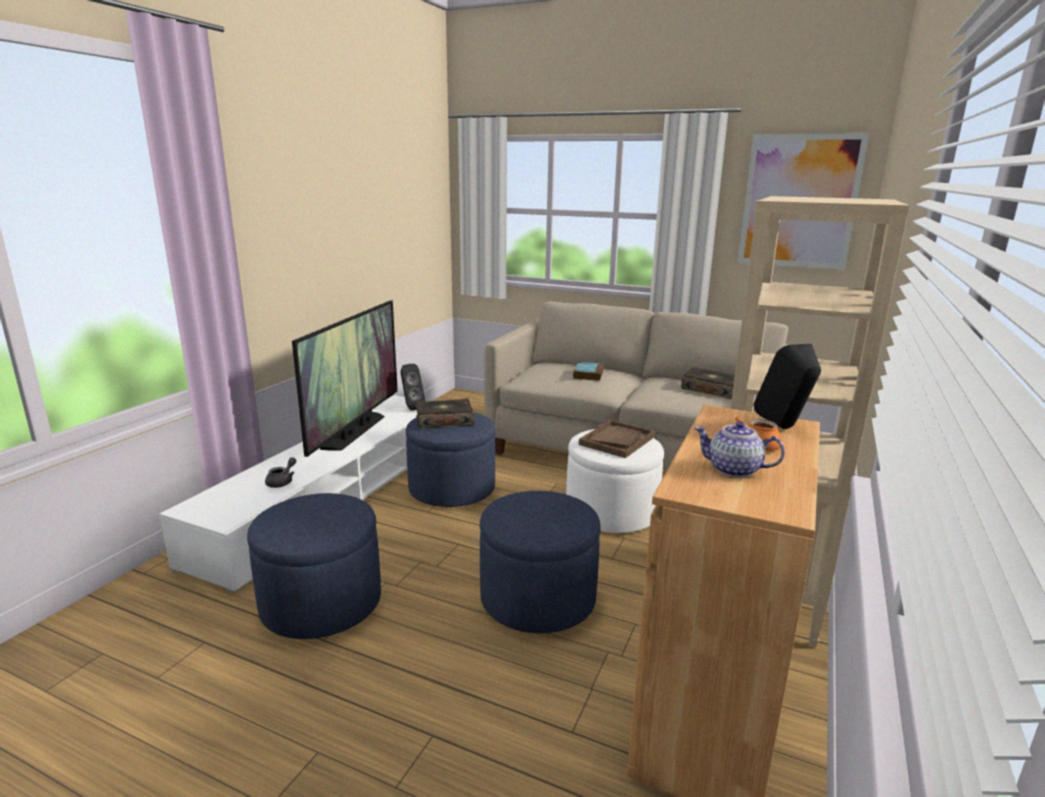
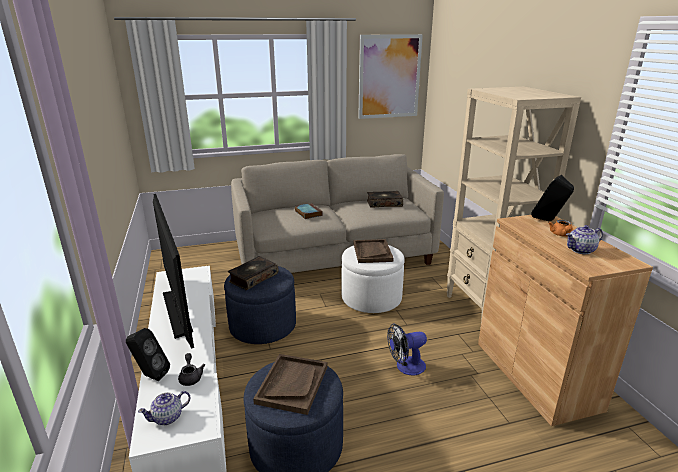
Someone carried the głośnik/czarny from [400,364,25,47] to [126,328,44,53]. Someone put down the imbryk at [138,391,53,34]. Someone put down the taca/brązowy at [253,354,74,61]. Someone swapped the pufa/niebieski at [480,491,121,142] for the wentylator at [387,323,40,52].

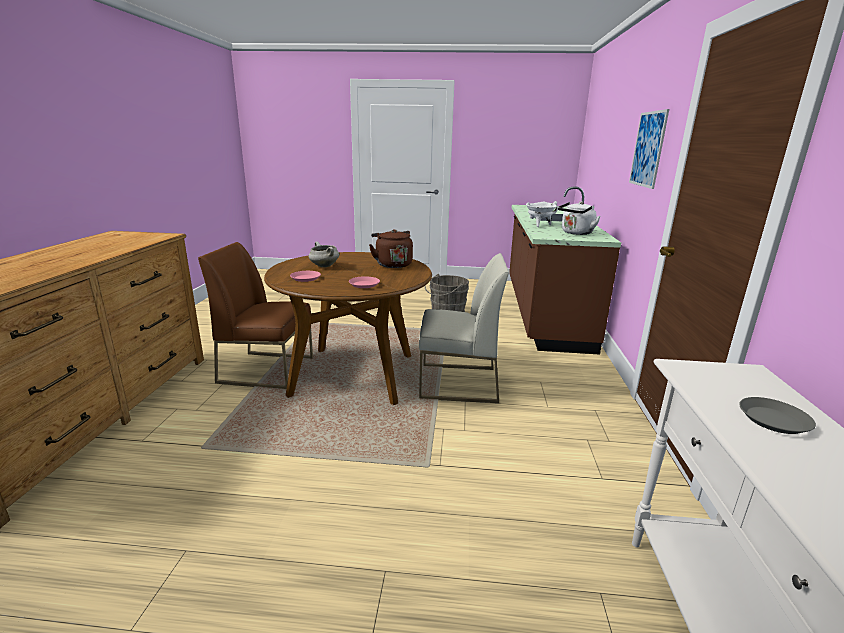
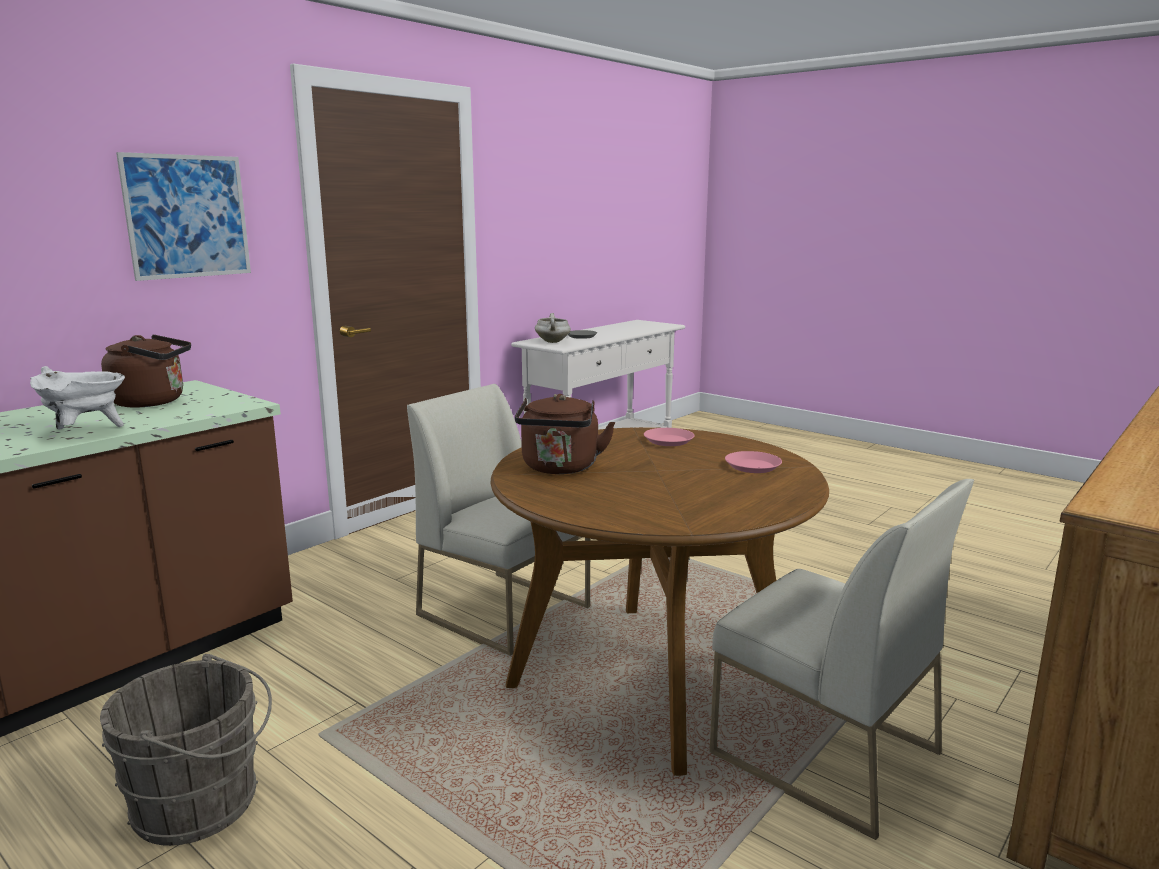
Someone repainted the czajnik/biały at [558,202,43,33], which became the czajnik/brązowy at [101,335,90,73]. Someone carried the garnek/biały from [308,242,31,25] to [535,313,36,30]. Someone repainted the krzesło/brązowy at [198,242,115,147], which became the krzesło/biały at [709,479,265,361].

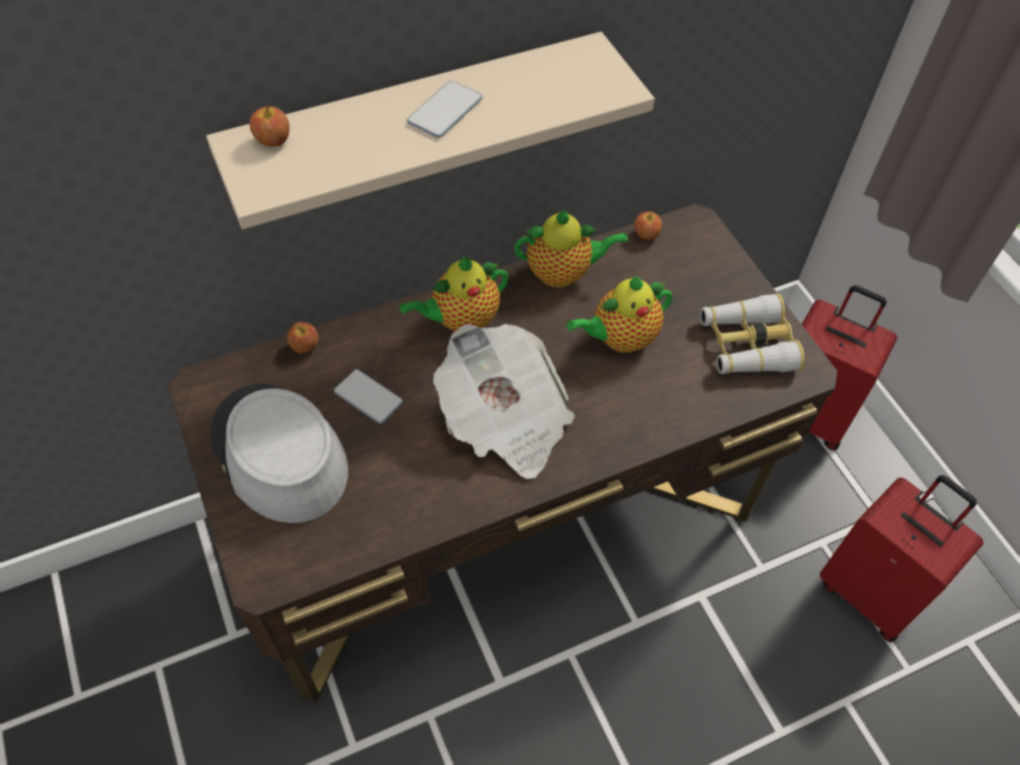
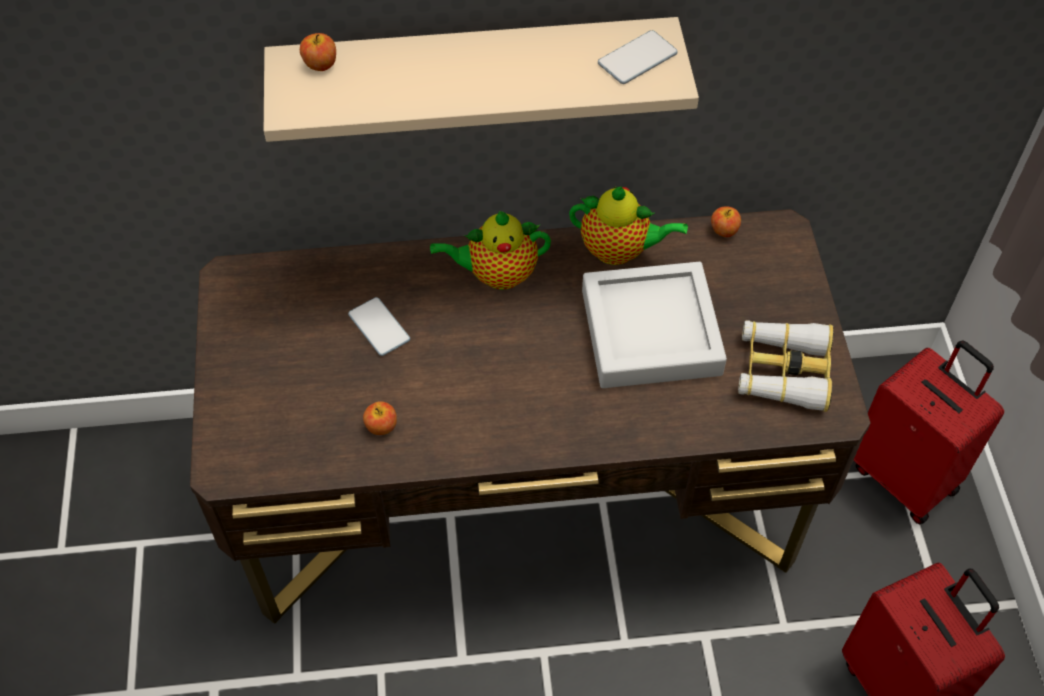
Someone carried the jabłko from [287,322,31,31] to [363,401,34,34]. Someone swapped the imbryk at [566,277,107,76] for the taca/szary at [582,262,145,126]. Someone carried the telefon from [407,81,76,57] to [598,30,80,54]. Someone took away the kapelusz/szary at [210,384,138,139]. Someone took away the gazeta at [433,323,142,156].

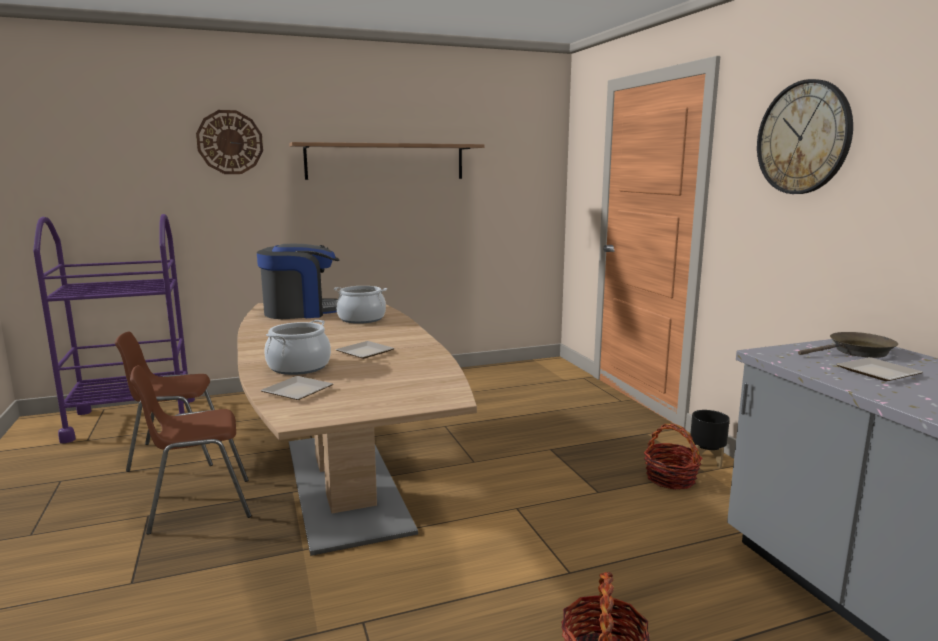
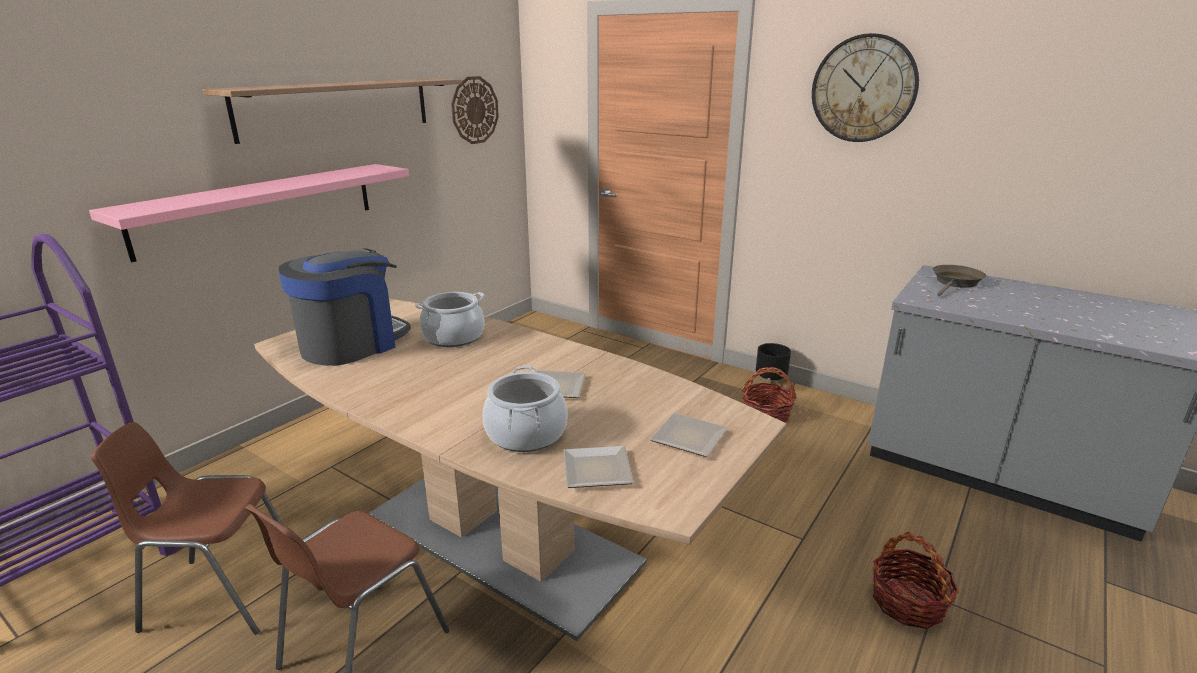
Someone put up the półka/różowy at [89,164,320,98]. Someone rotated the krzesło/brązowy at [115,332,100,140] by 45 degrees clockwise. Someone carried the zegar ścienny from [196,110,67,64] to [451,76,48,68]. Someone carried the talerz from [836,357,87,24] to [650,413,77,44].

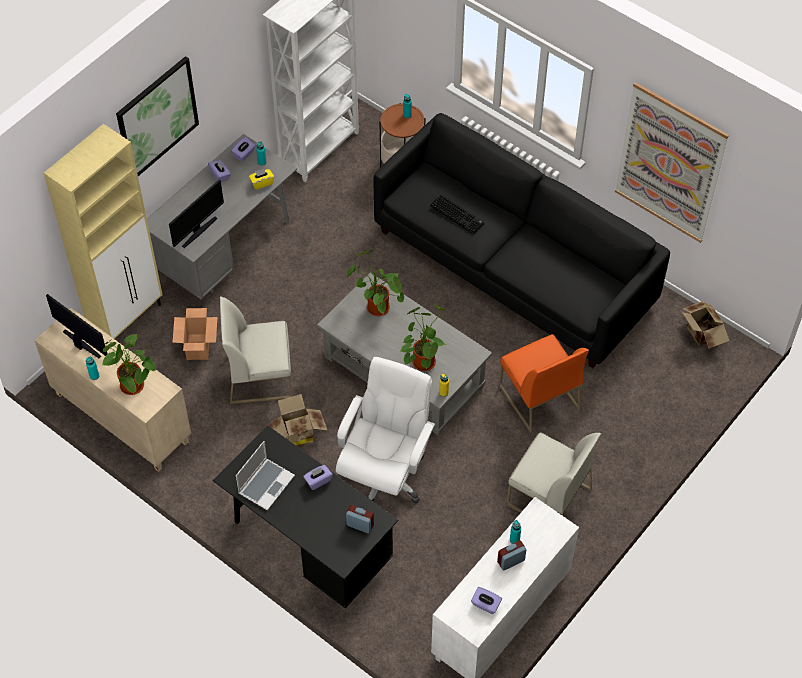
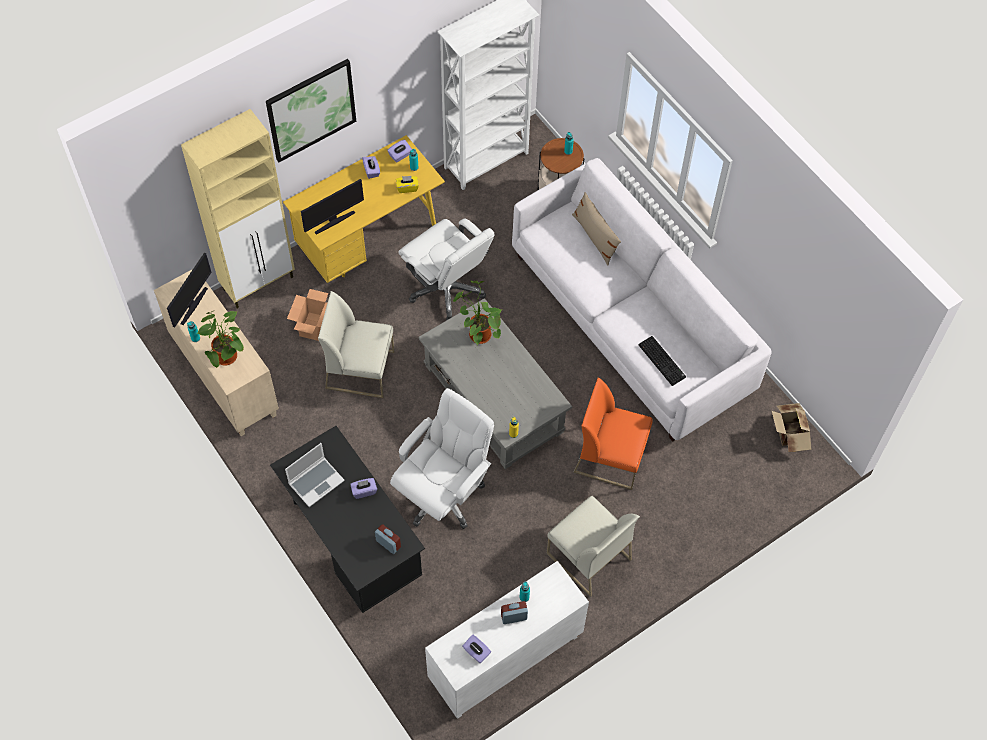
Someone rotated the monitor at [46,294,62,64] by 60 degrees clockwise. Someone repainted the biurko/szary at [147,134,150,165], which became the biurko/żółty at [283,135,162,148]. Someone put down the krzesło biurowe/biały at [398,219,96,102]. Someone repainted the kanapa/czarny at [373,113,297,255], which became the kanapa/biały at [512,158,260,284]. Someone put down the poduszka/beżowy at [572,192,49,73]. Someone rotated the krzesło/pomarańczowy at [499,334,90,99] by 120 degrees clockwise. Someone carried the klawiatura from [430,194,54,40] to [639,336,47,50]. Someone took away the karton at [268,394,59,53]. Someone took away the roślina doniczkowa at [400,304,46,67]. Someone took away the obraz at [615,82,114,161].

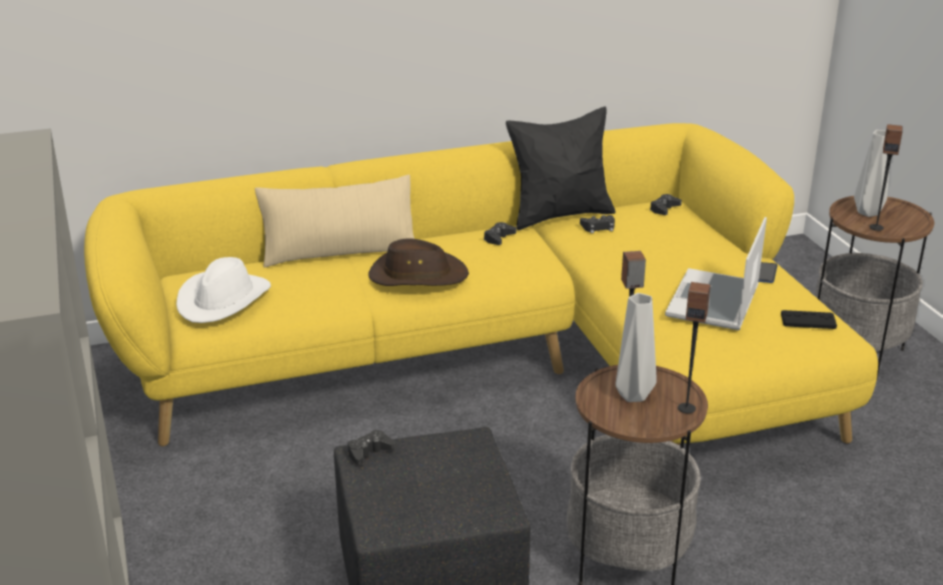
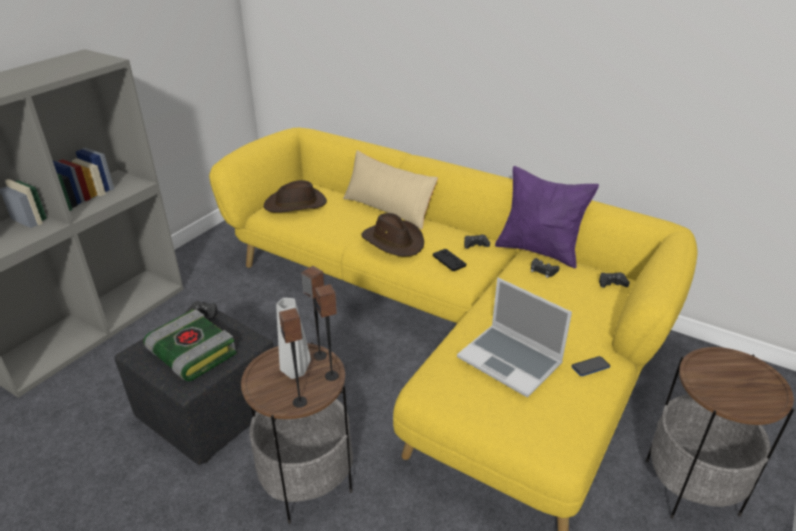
Someone put down the książka at [143,309,94,72]. Someone repainted the kapelusz/biały at [176,257,95,66], which became the kapelusz/brązowy at [264,180,63,33]. Someone carried the głośnik from [869,124,34,107] to [315,284,24,97]. Someone carried the pad do gier/czarny from [781,310,56,19] to [433,249,33,22]. Someone rotated the laptop at [665,217,102,113] by 120 degrees counterclockwise. Someone repainted the poduszka/czarny at [506,106,110,124], which became the poduszka/fioletowy at [495,166,104,103]. Someone took away the wazon/szary at [854,130,36,87].

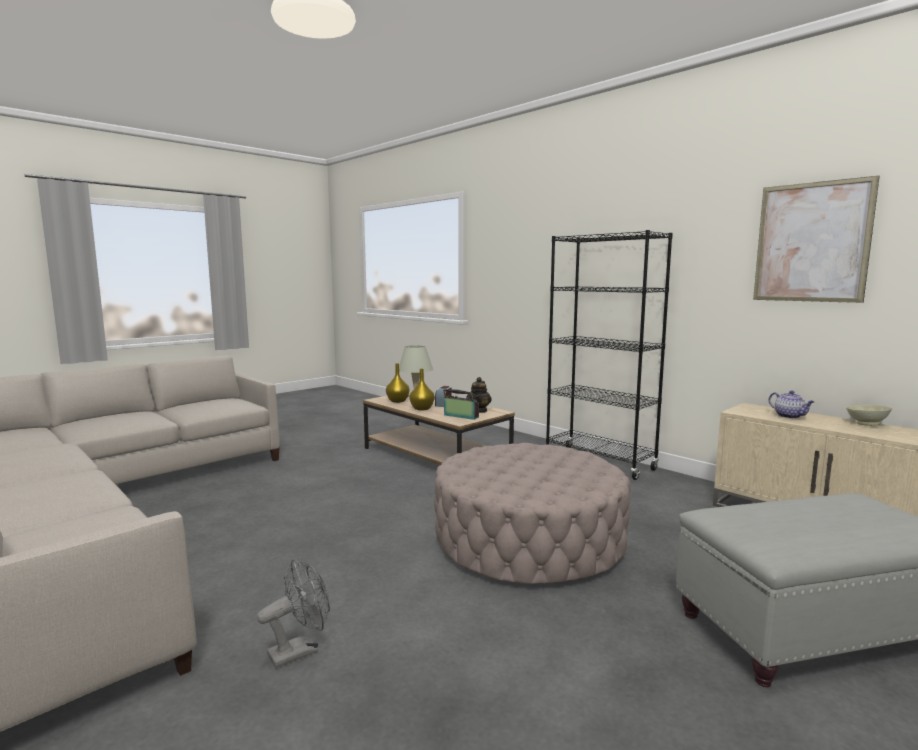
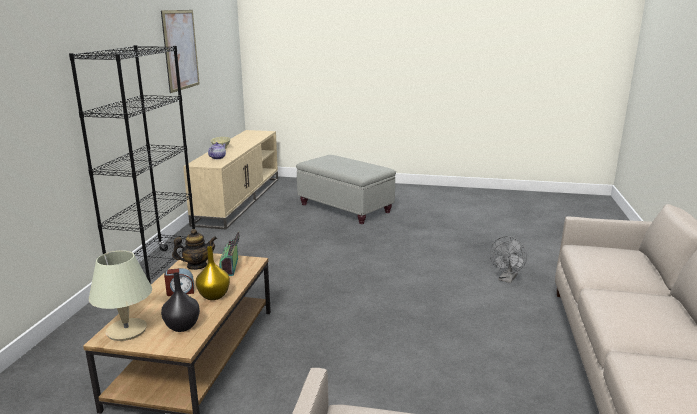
Someone repainted the wazon/żółty at [386,363,24,40], which became the wazon/czarny at [161,272,39,60]. Someone rotated the wentylator/szary at [257,559,73,109] by 75 degrees counterclockwise. Someone took away the pufa/beżowy at [434,443,197,141].

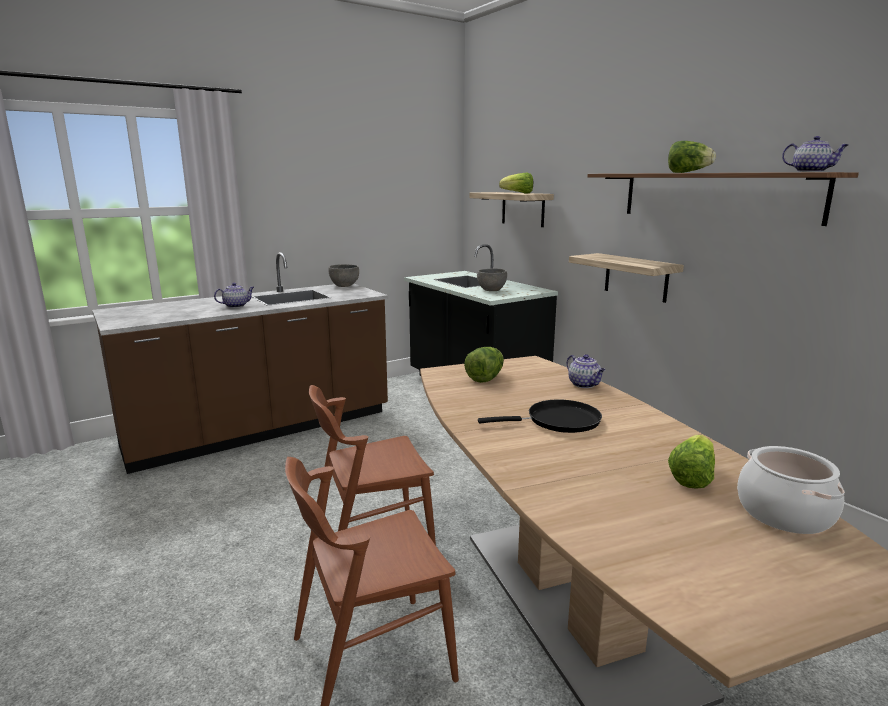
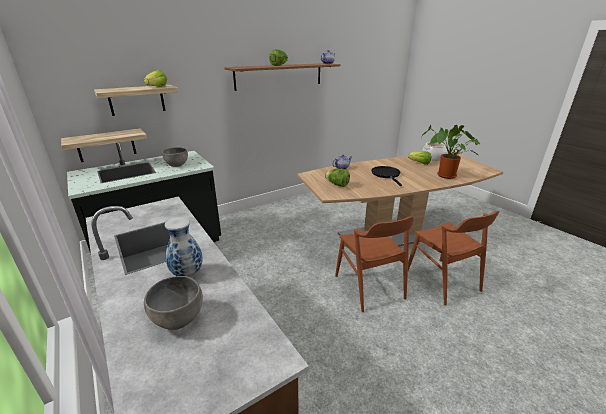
Someone carried the półka from [569,253,115,50] to [61,128,86,34]. Someone carried the miska/szary from [328,264,31,23] to [144,276,59,54]. Someone swapped the imbryk at [214,283,40,25] for the wazon at [165,217,38,60]. Someone put down the roślina doniczkowa at [422,125,59,54].

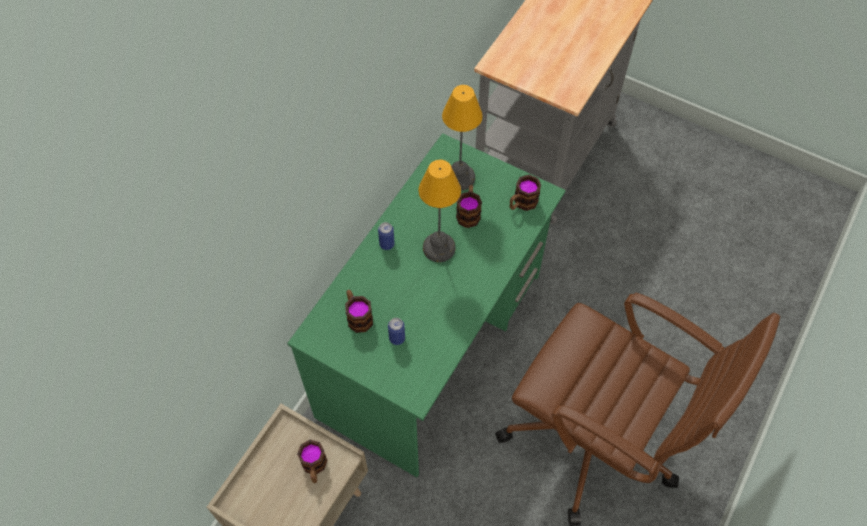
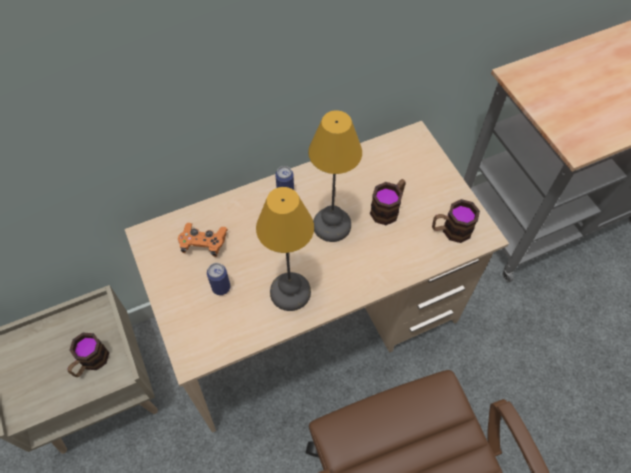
Someone repainted the biurko/zielony at [287,133,279,344], which became the biurko/beżowy at [124,121,385,312]. Someone swapped the kubek at [345,290,28,43] for the pad do gier/pomarańczowy at [178,223,50,34]. Someone carried the lampa stołowa from [442,85,41,106] to [256,187,58,124].

